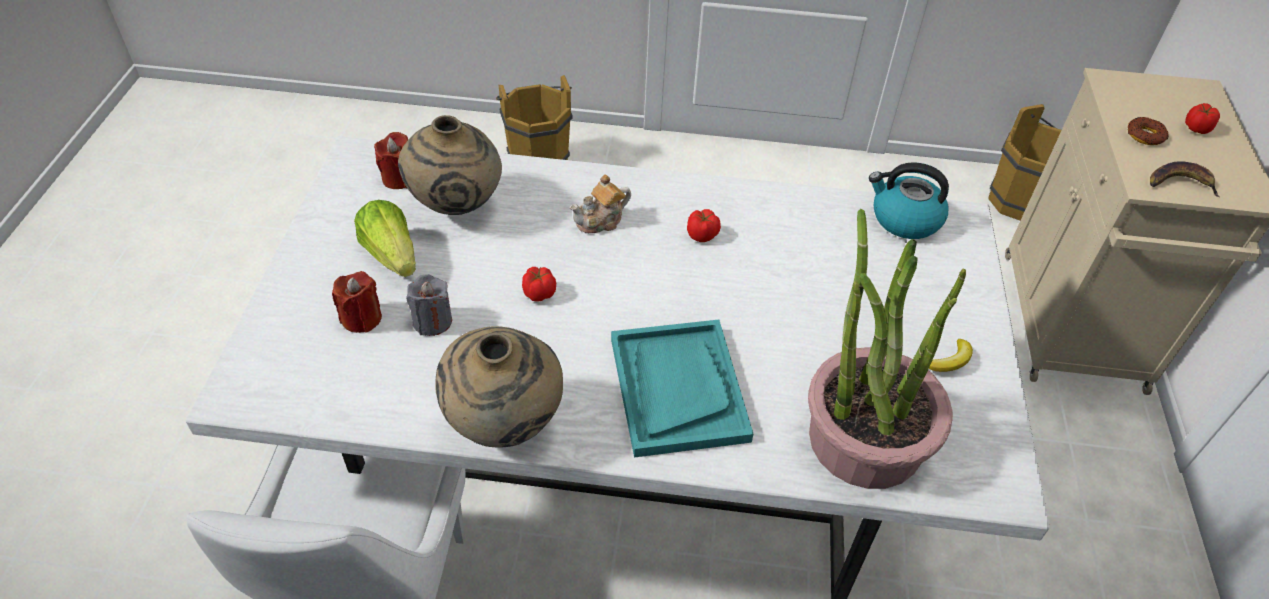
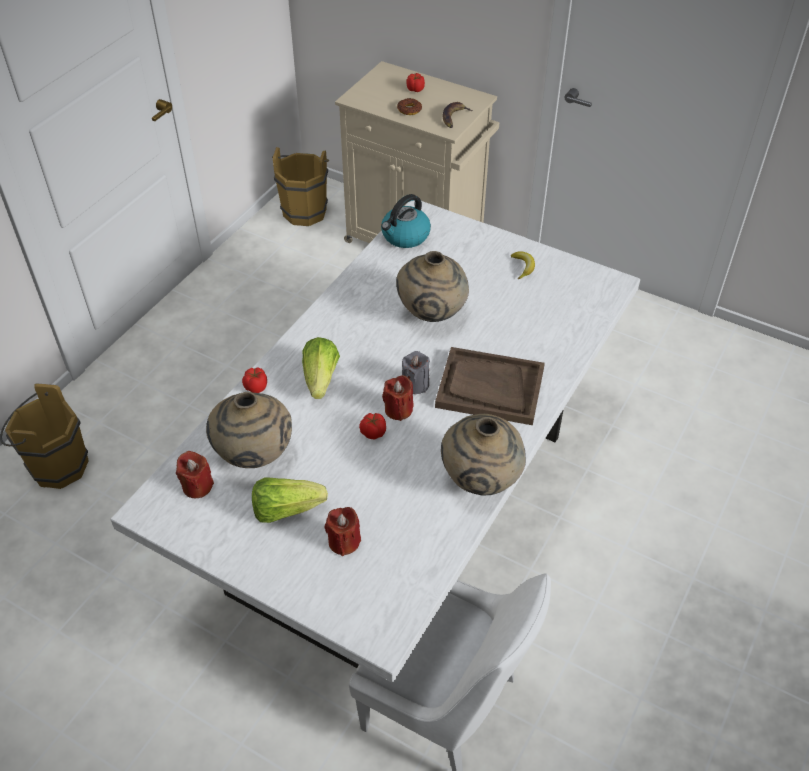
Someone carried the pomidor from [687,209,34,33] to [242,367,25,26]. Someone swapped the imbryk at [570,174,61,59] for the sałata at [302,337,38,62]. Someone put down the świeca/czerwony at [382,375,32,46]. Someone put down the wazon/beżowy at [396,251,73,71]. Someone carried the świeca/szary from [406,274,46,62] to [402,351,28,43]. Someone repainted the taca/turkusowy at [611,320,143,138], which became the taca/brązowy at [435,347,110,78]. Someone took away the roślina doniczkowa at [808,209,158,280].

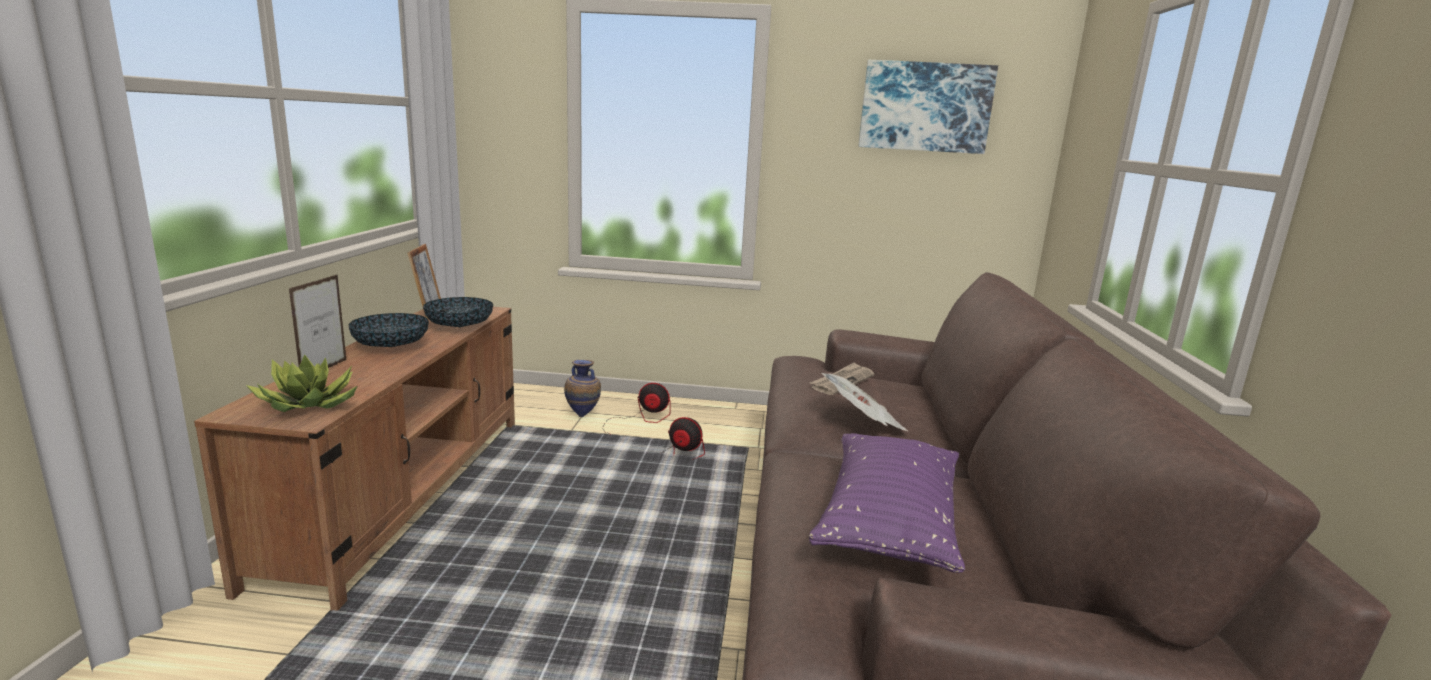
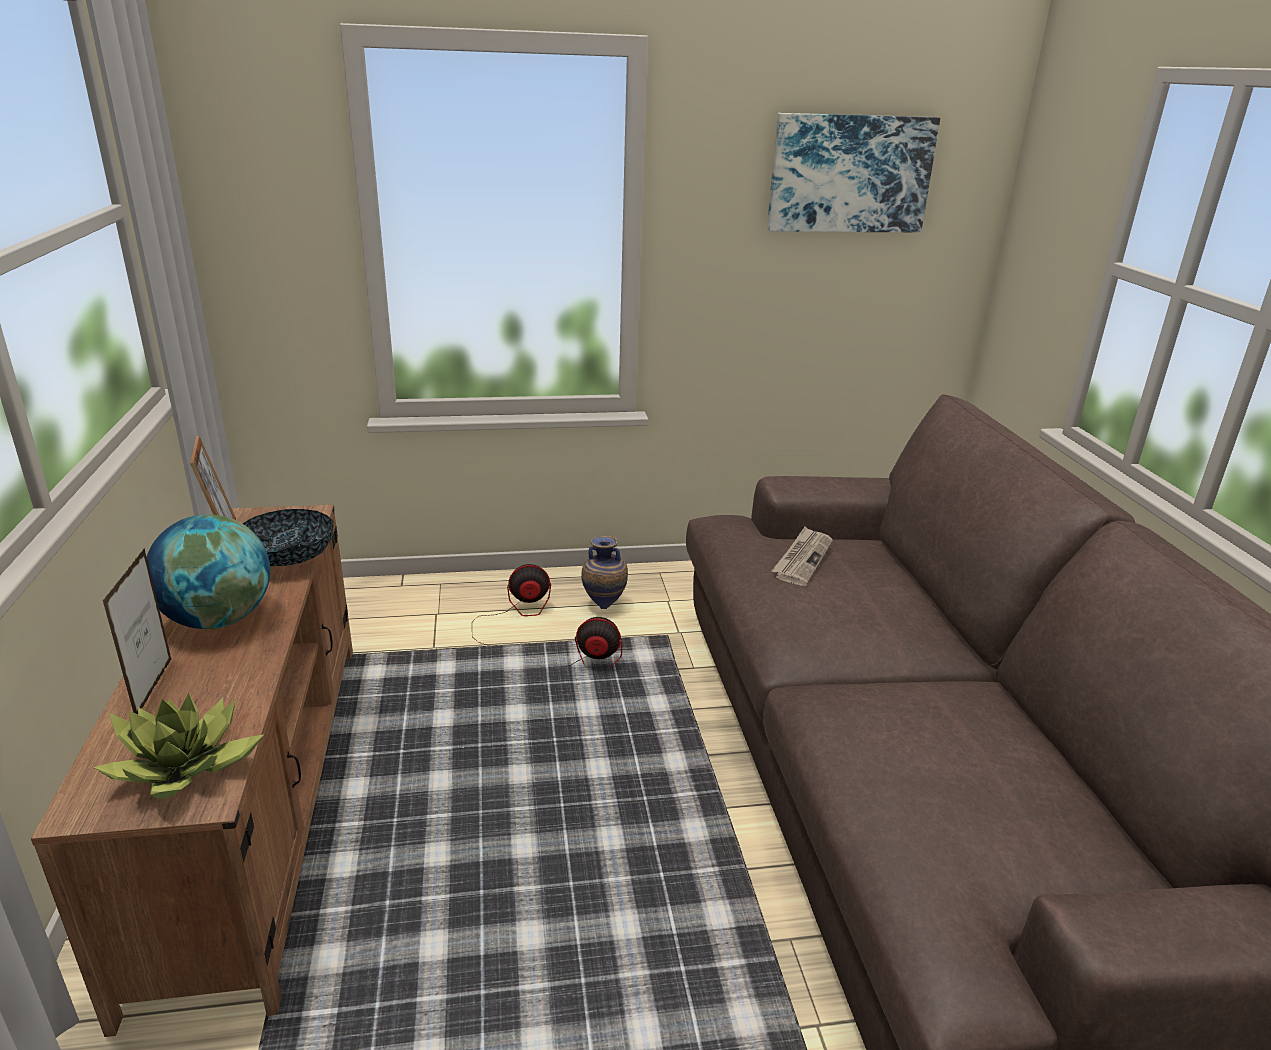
Someone swapped the miska at [349,313,80,34] for the globus at [147,514,123,115]. Someone carried the wazon from [564,360,37,57] to [581,536,47,73]. Someone took away the poduszka/fioletowy at [809,433,156,140]. Someone took away the gazeta at [821,373,87,58].

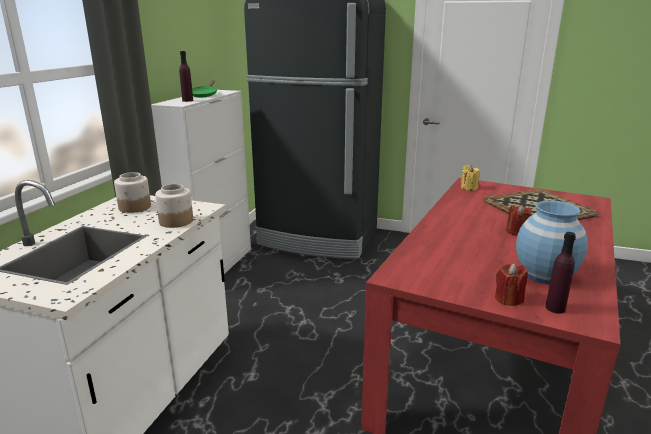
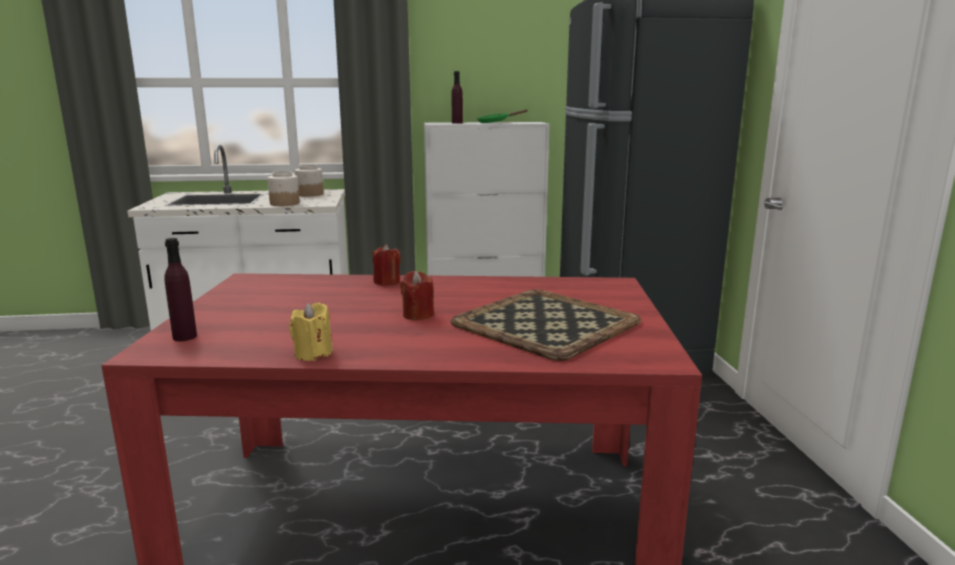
Someone carried the świeca/żółty from [461,165,19,26] to [289,303,44,58]. Someone carried the świeca/czerwony from [495,263,33,43] to [372,244,29,42]. Someone took away the wazon/niebieski at [516,200,72,85].

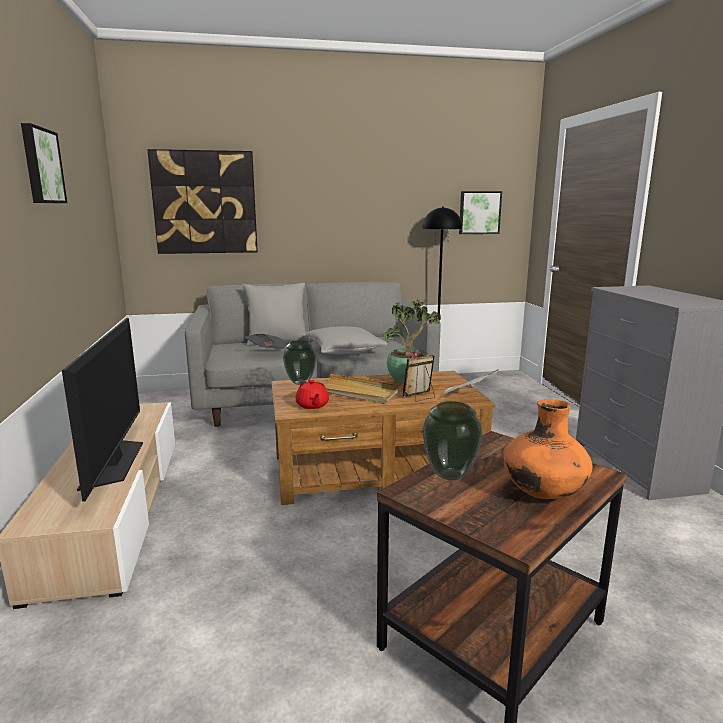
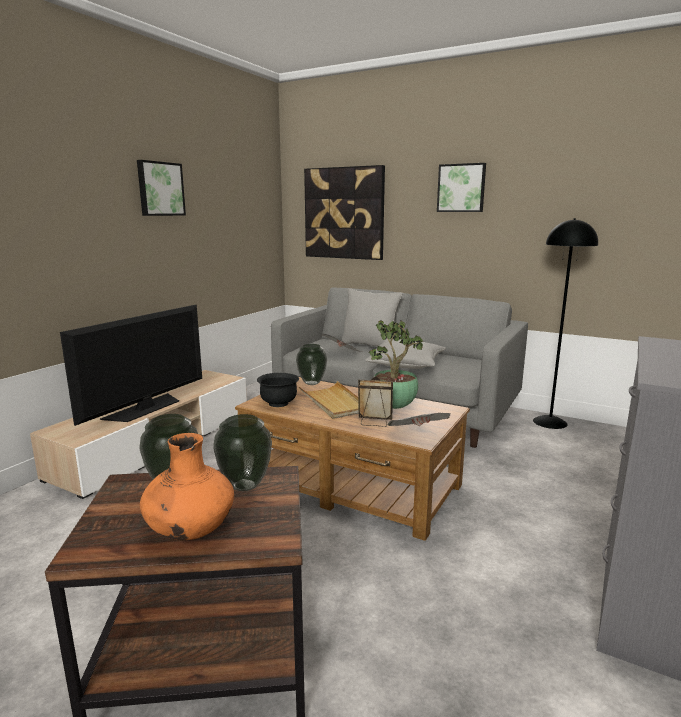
Someone put down the wazon at [213,414,59,77]. Someone swapped the imbryk/czerwony at [295,380,34,29] for the miska/czarny at [257,373,42,34]. Someone carried the obraz from [459,191,43,43] to [437,163,49,49].

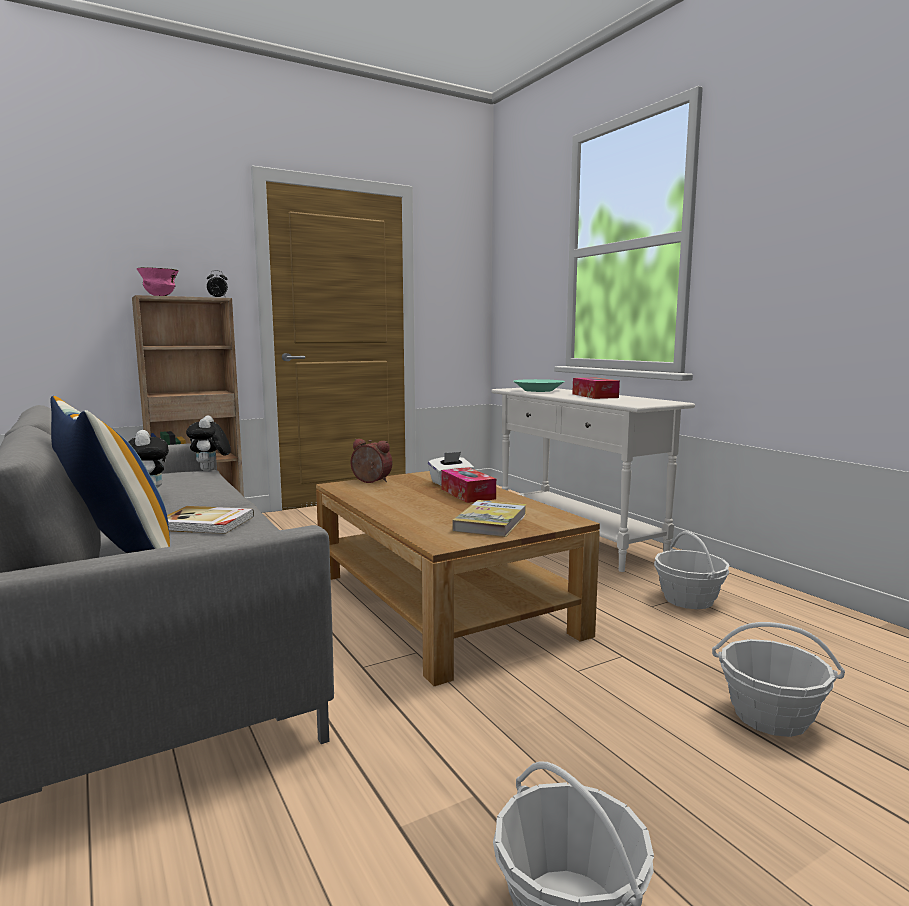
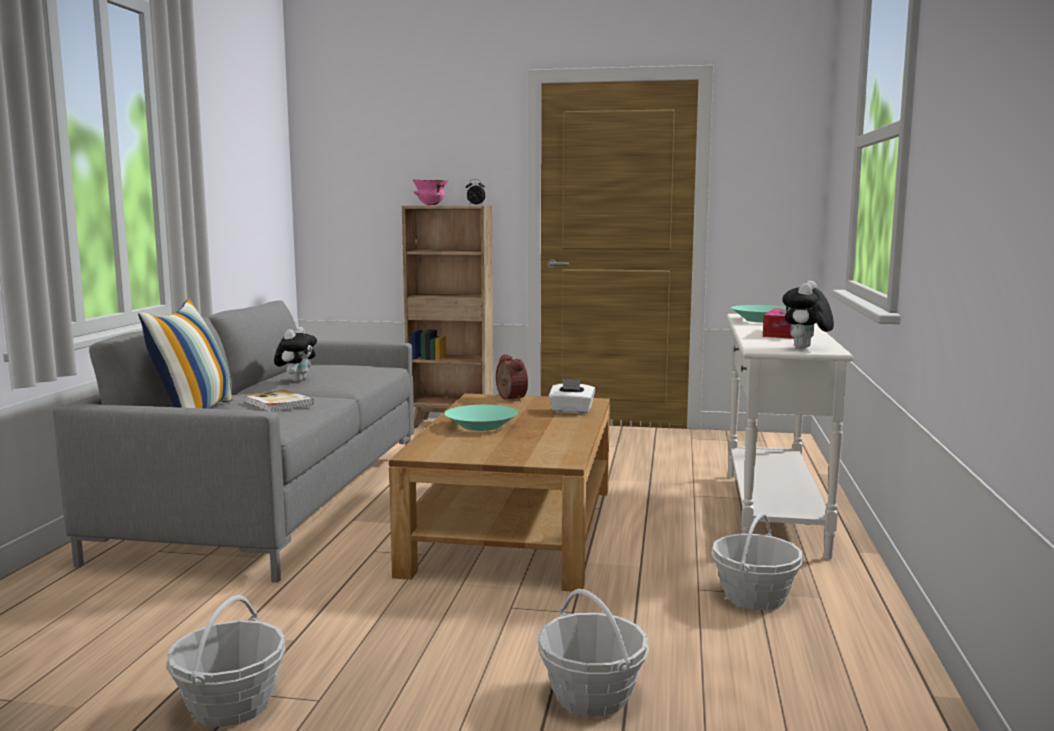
Someone put down the miska/turkusowy at [445,405,73,26]. Someone carried the pluszak from [186,415,45,56] to [782,281,52,68]. Someone took away the pudełko chusteczek at [441,467,55,36]. Someone took away the książka at [452,500,75,37].

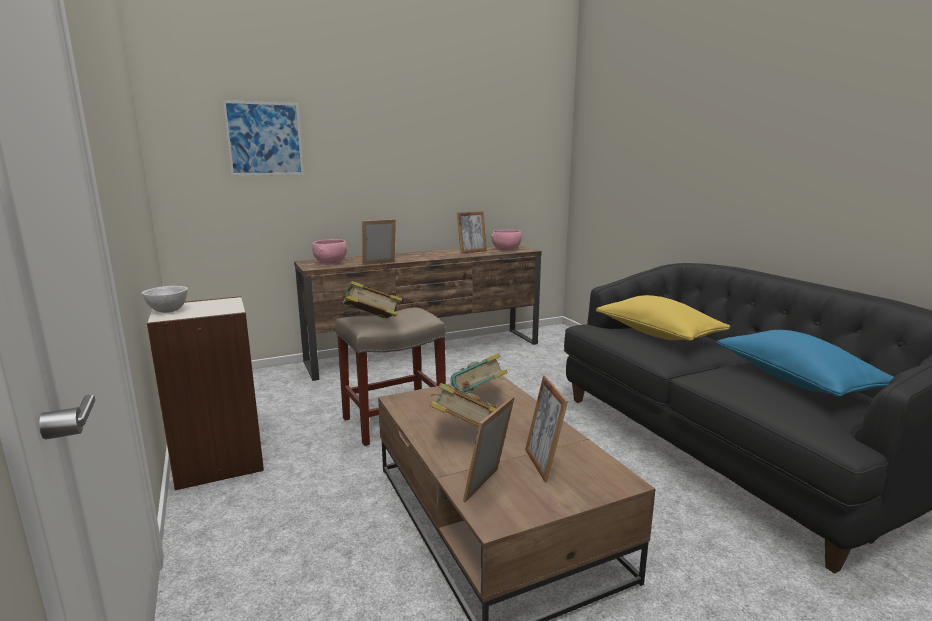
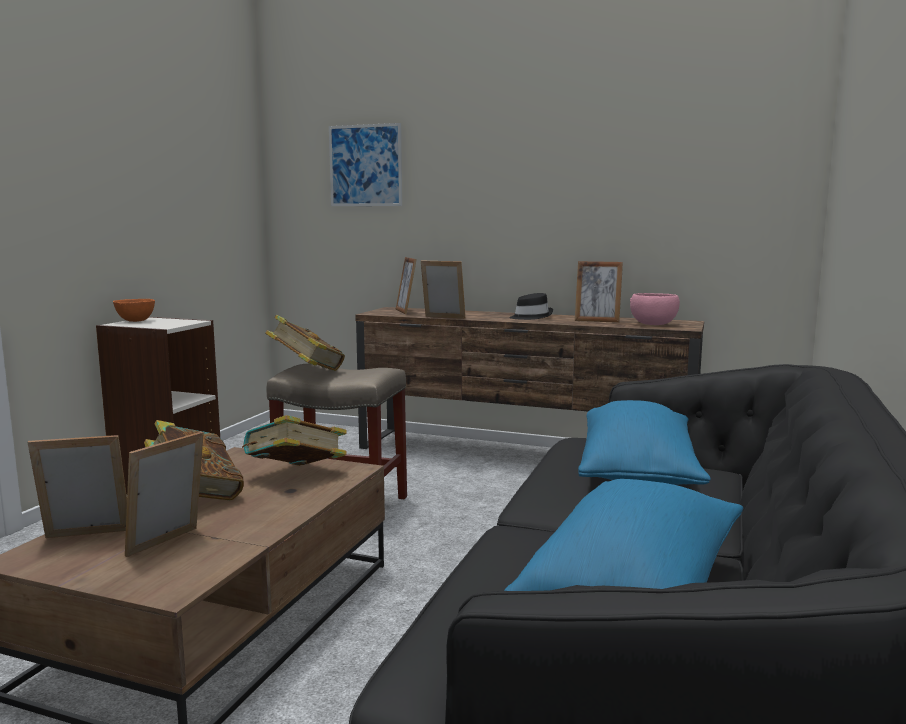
Someone repainted the miska/biały at [142,286,46,27], which became the miska/pomarańczowy at [113,299,42,23]. Someone swapped the miska/różowy at [312,239,35,25] for the ramka na zdjęcie at [395,257,22,57]. Someone put down the kapelusz/czarny at [509,293,44,27]. Someone repainted the poduszka/żółty at [596,295,134,46], which became the poduszka/niebieski at [578,400,133,85].

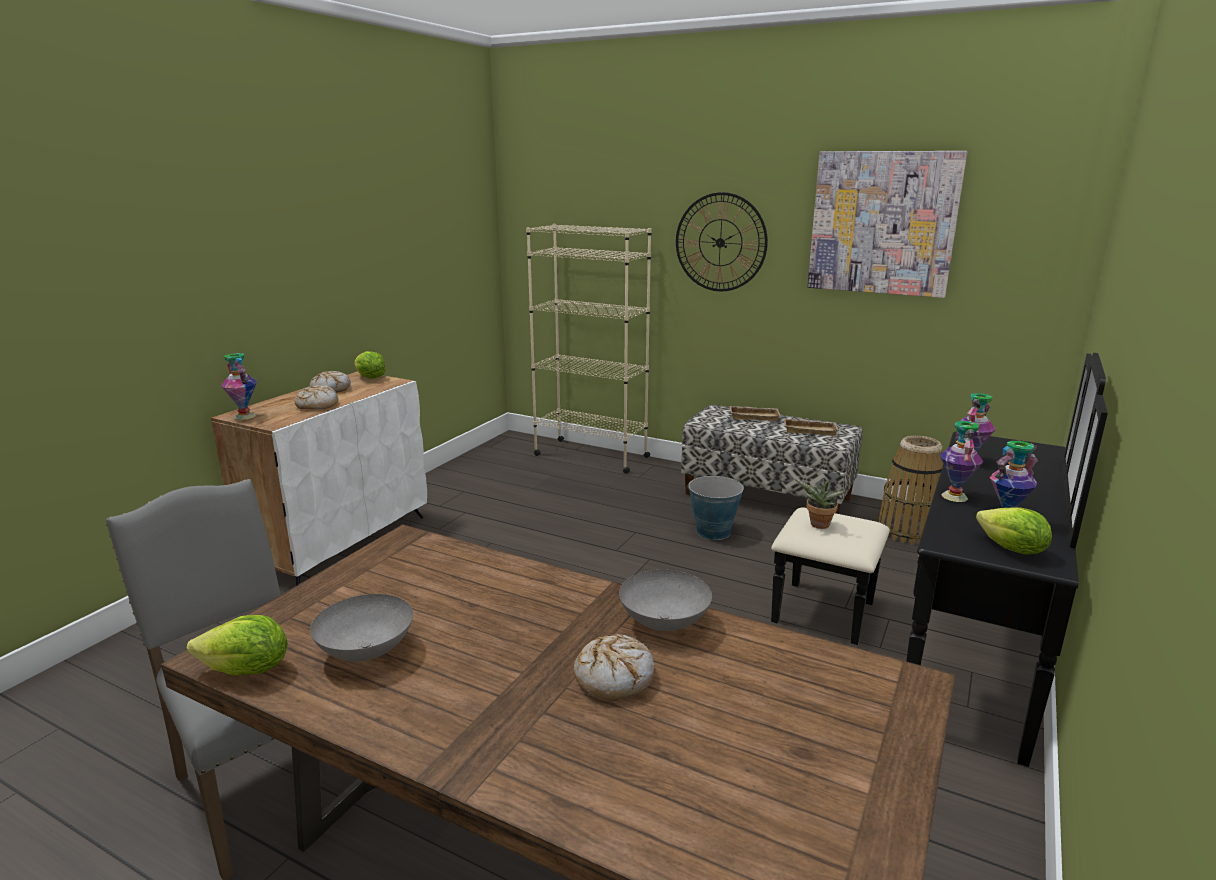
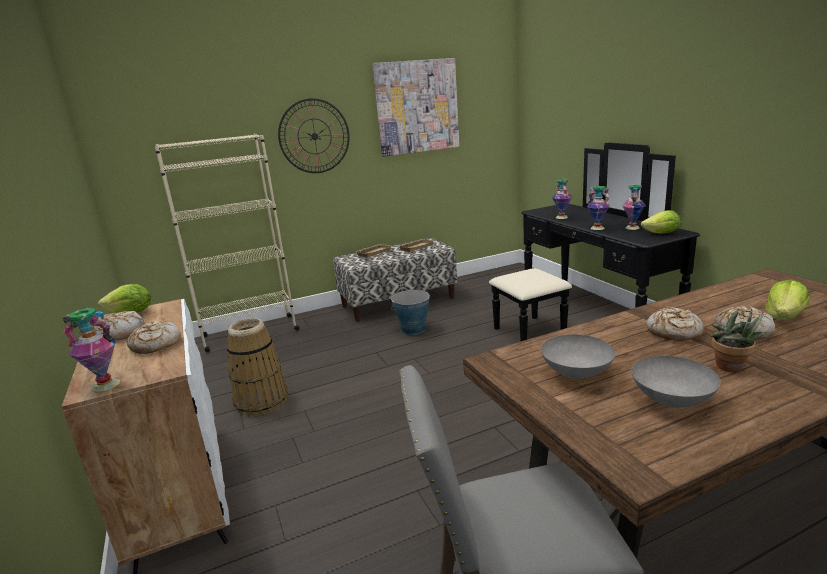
Someone carried the koszyk from [877,435,66,109] to [227,318,61,99]. Someone carried the miska/szary from [619,570,93,61] to [541,335,75,44]. Someone put down the chleb at [646,307,57,34]. Someone carried the roślina doniczkowa from [795,478,51,51] to [711,309,56,63]. Someone carried the sałata from [187,615,101,61] to [765,280,44,40].

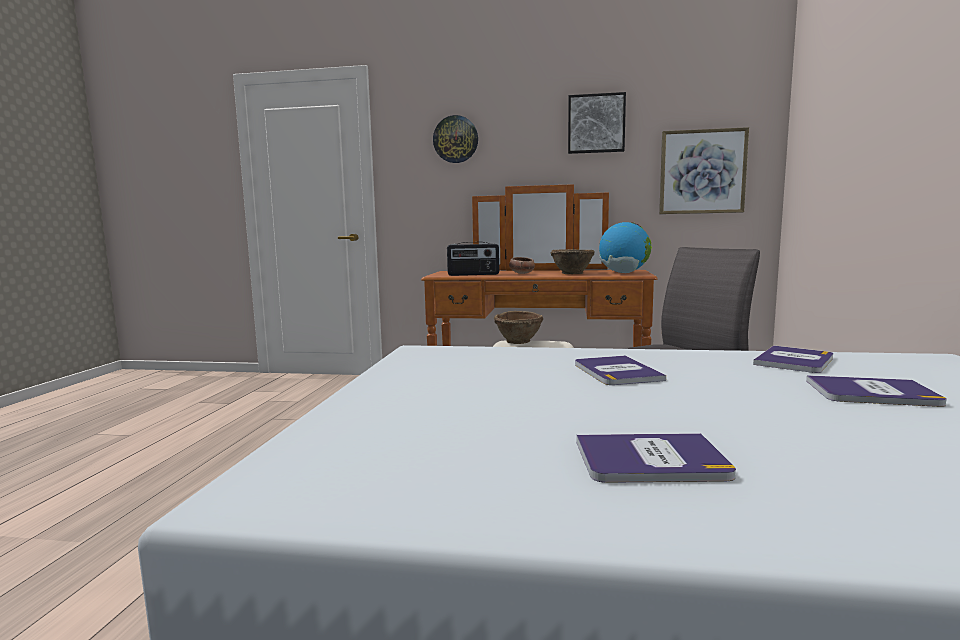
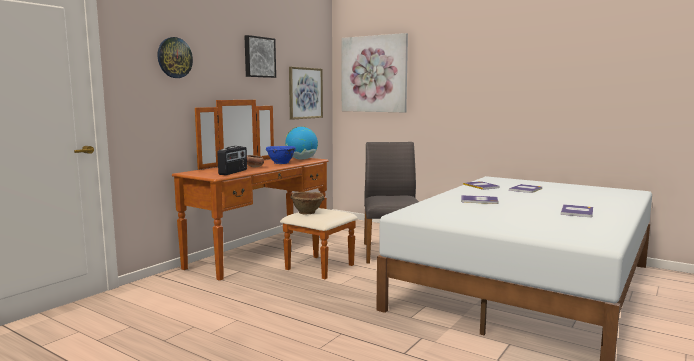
Someone repainted the miska/brązowy at [551,249,44,25], which became the miska/niebieski at [266,146,30,18]. Someone put up the obraz at [342,33,66,79].

